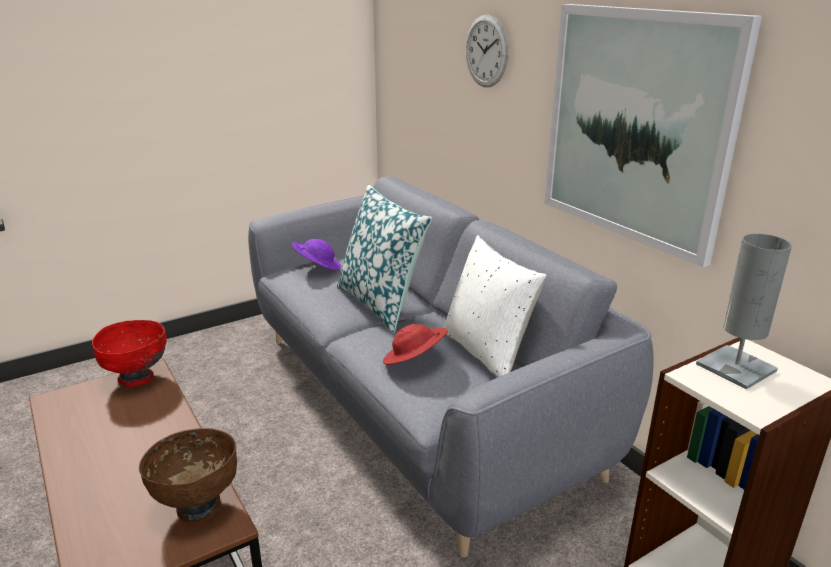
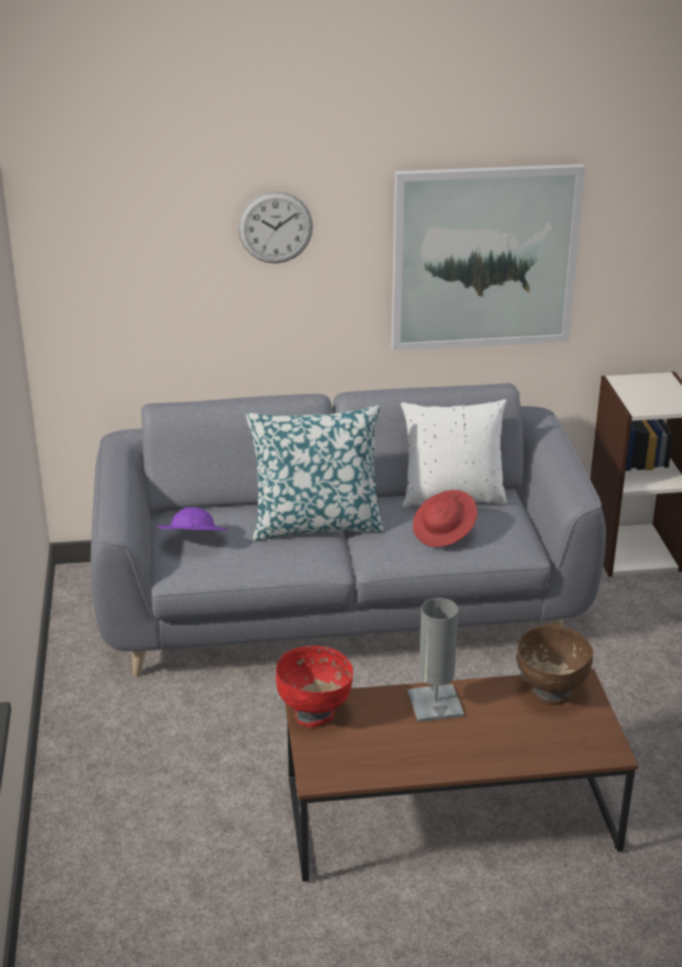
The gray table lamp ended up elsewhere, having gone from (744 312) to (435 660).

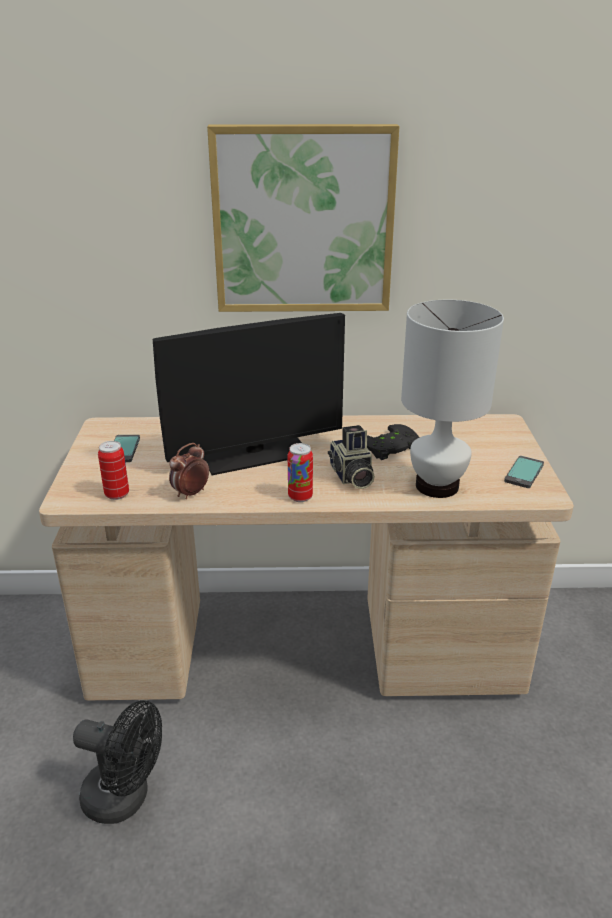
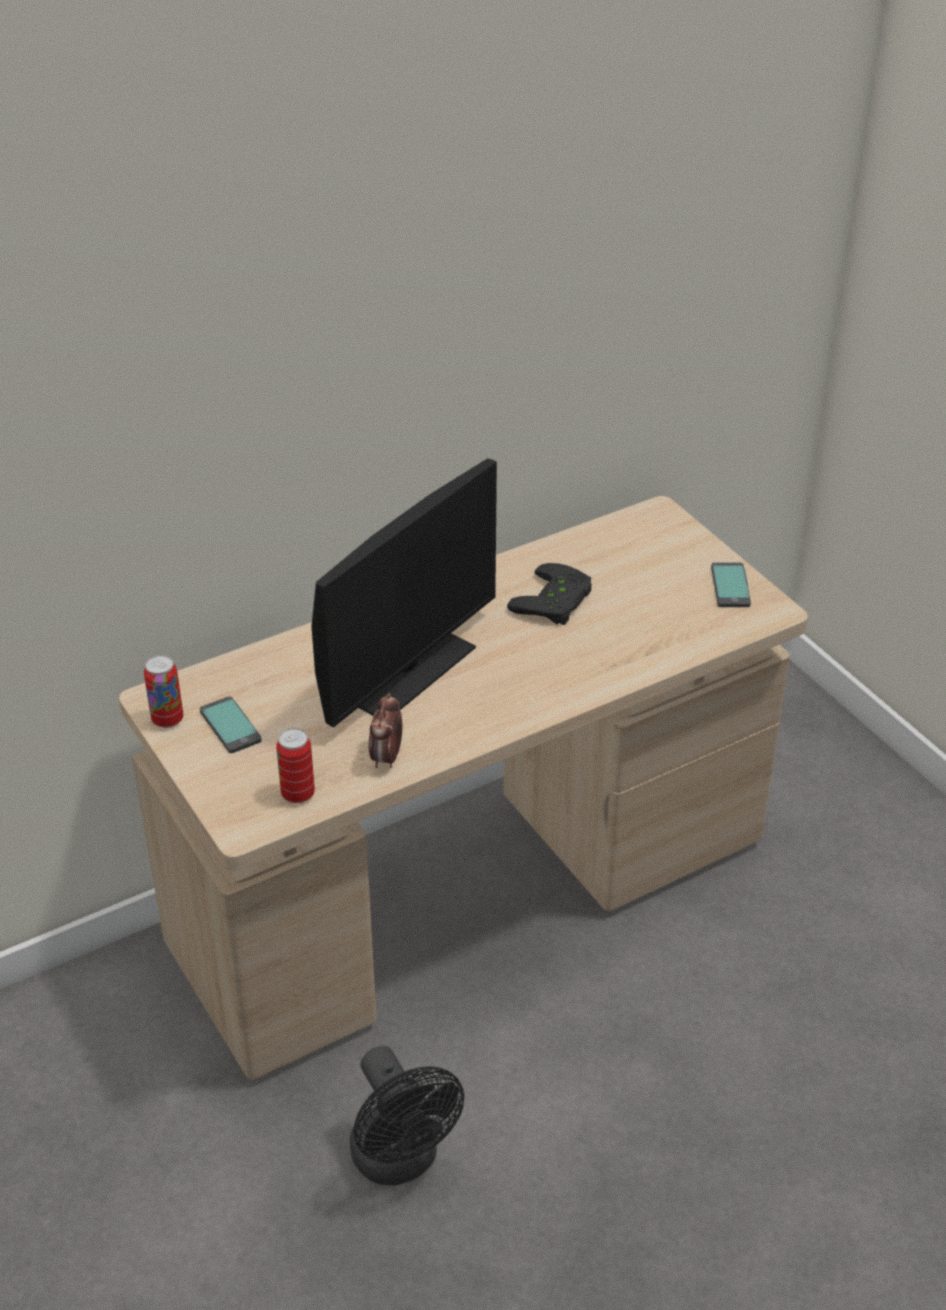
The second view lost the picture at (303 218).
The second view lost the whitish table lamp at (452 399).
The second view lost the photo camera at (351 457).
The can ended up elsewhere, having gone from (300 472) to (163 691).
The black cooling fan at (117 762) ended up facing another way, 75 degrees clockwise from before.

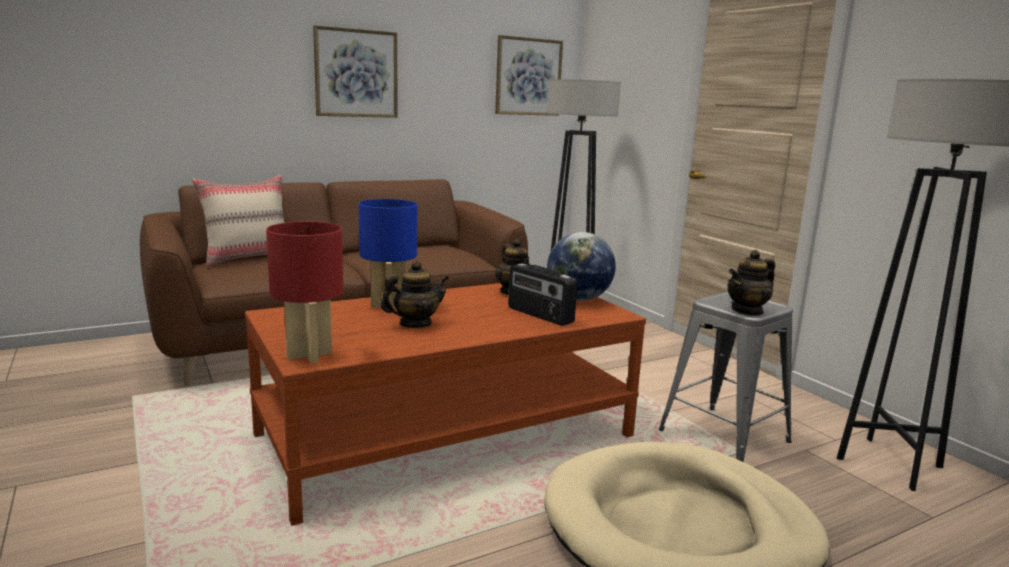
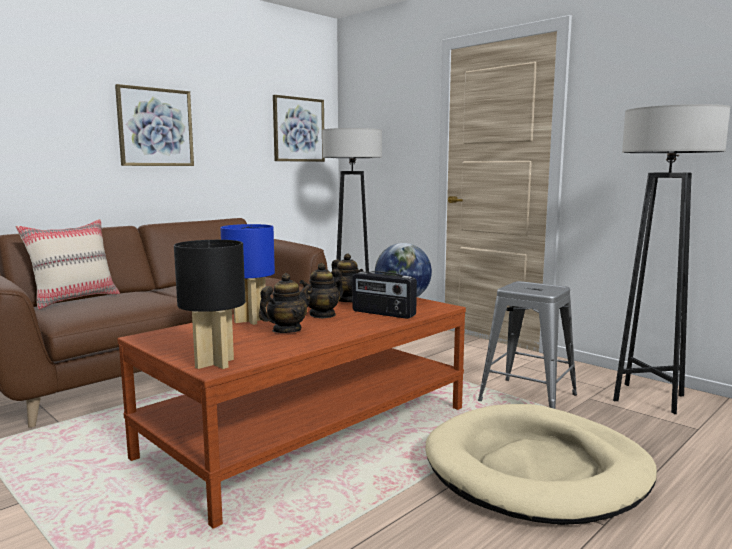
What was the red-coloured table lamp at (305 292) turned into the black table lamp at (209 304).
The pot for tea ended up elsewhere, having gone from (751 283) to (321 290).

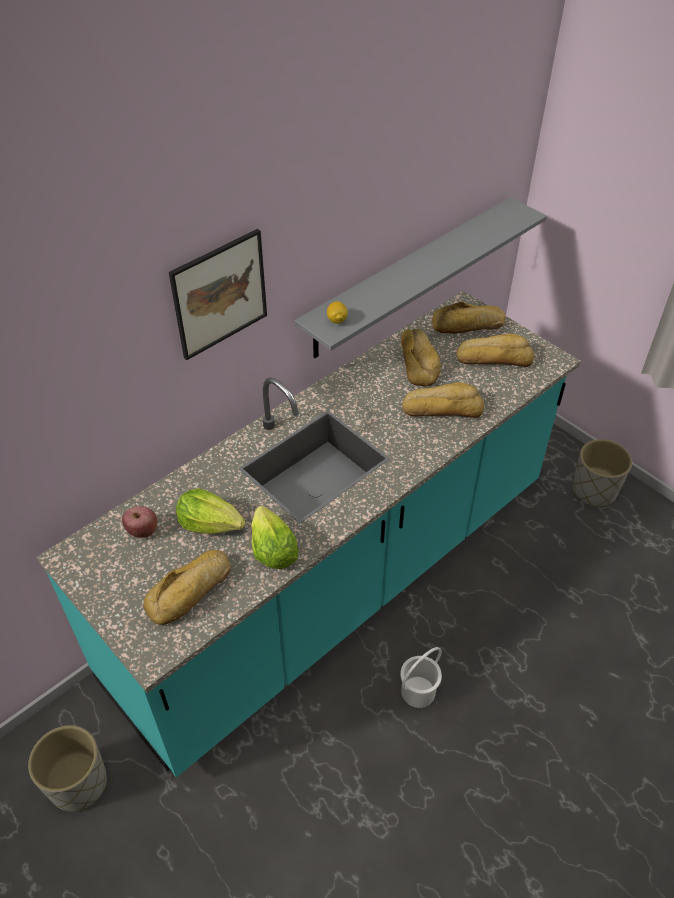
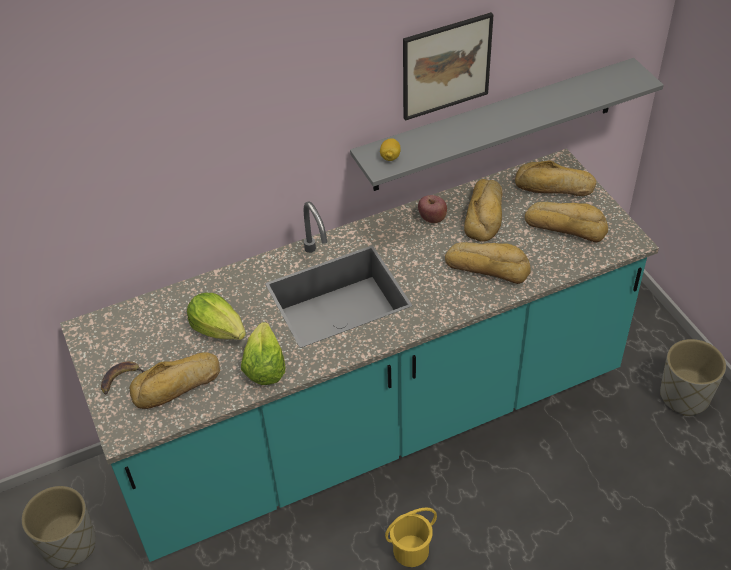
The picture ended up elsewhere, having gone from (218 294) to (448 66).
The apple fruit ended up elsewhere, having gone from (139 522) to (432 209).
What was the whitish bucket at (421 677) turned into the yellow-coloured bucket at (411 537).
The second view gained the banana fruit at (122 377).

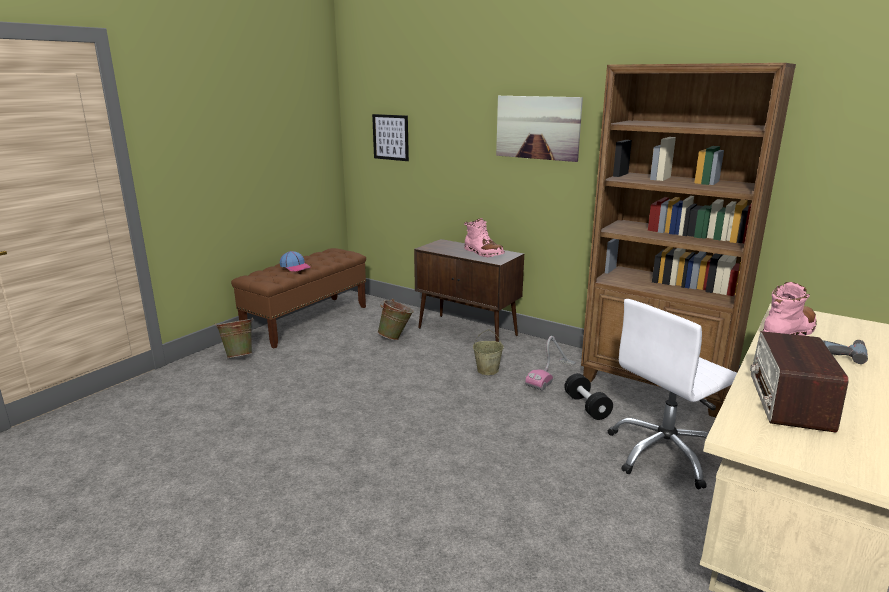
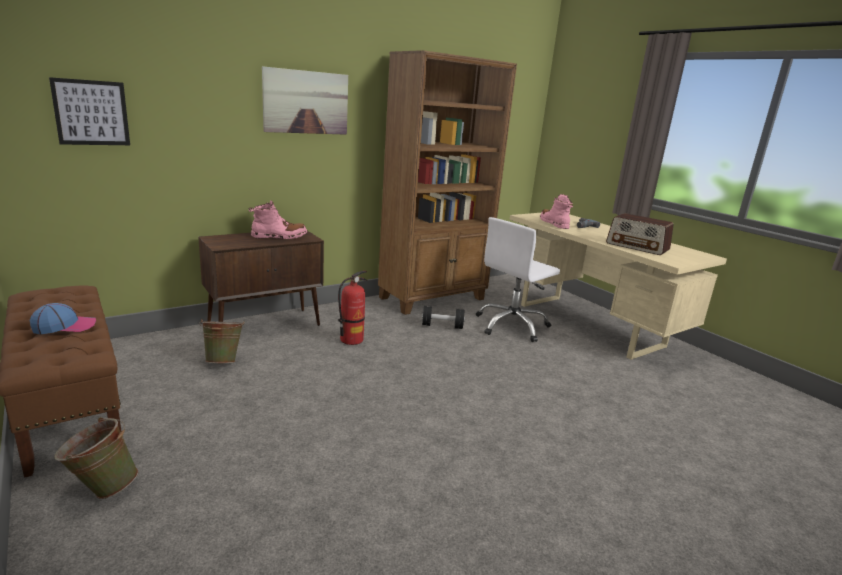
The whitish computer chair at (672 394) ended up facing another way, 60 degrees clockwise from before.
Where the sand-coloured bucket stood at (488 352), the extinguisher came to stand at (353 308).
The second view lost the vacuum cleaner at (550 363).

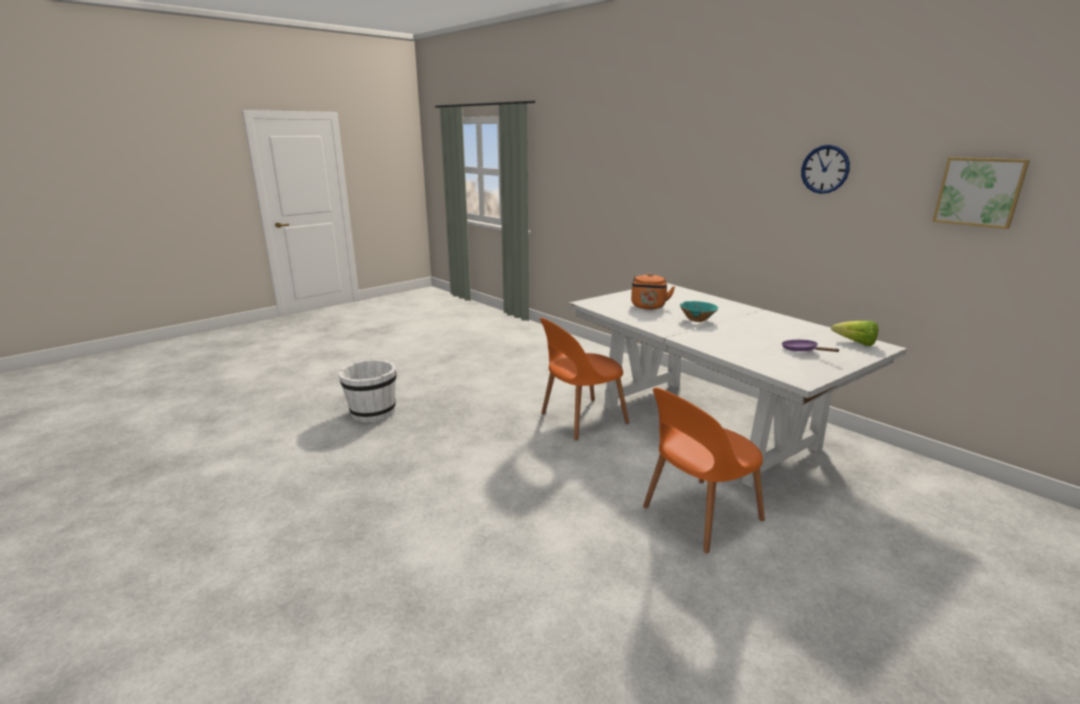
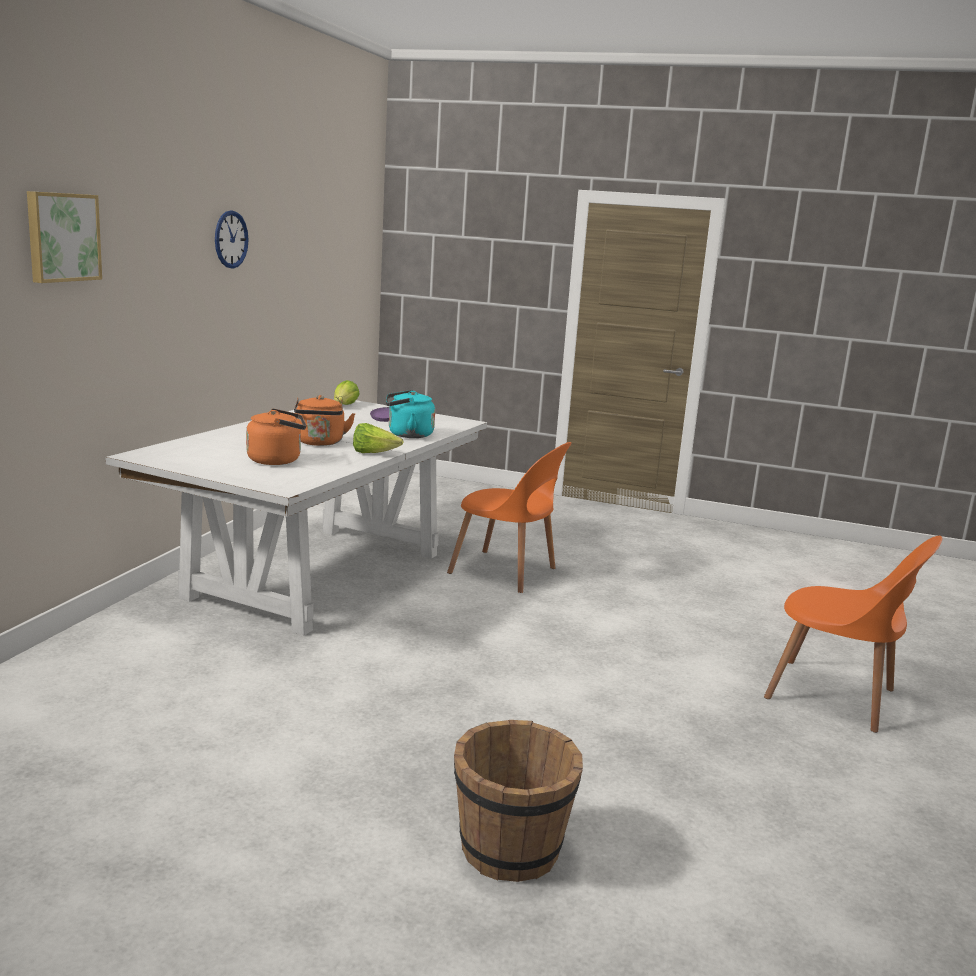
The picture ended up elsewhere, having gone from (981 193) to (64 237).
Where the turquoise-coloured bowl stood at (699 311), the orange-coloured water kettle came to stand at (325 420).
The orange-coloured upright chair ended up elsewhere, having gone from (584 379) to (853 634).
What was the whitish bucket at (367 391) turned into the brownish bucket at (518 801).
The second view gained the turquoise-coloured water kettle at (410 414).
The second view gained the lettuce head at (378 438).

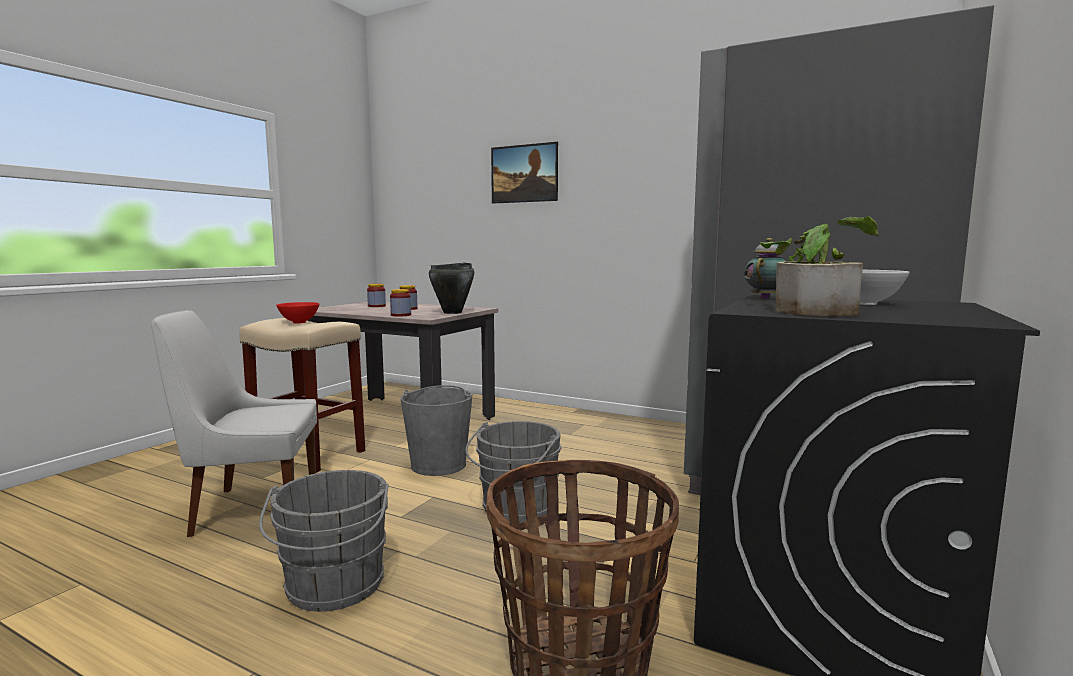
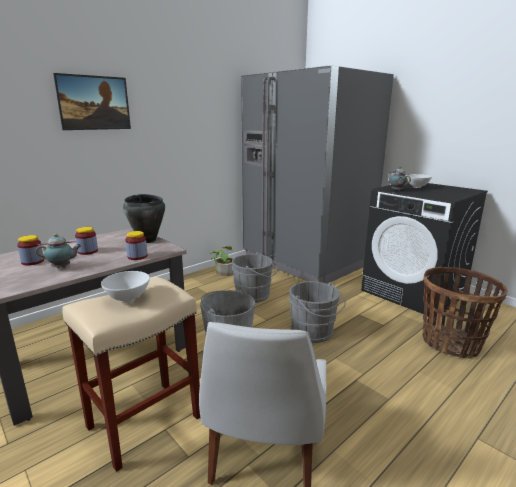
The houseplant ended up elsewhere, having gone from (819 266) to (221 261).
What was the red-coloured bowl at (298 313) turned into the whitish bowl at (125 287).
The gray bucket ended up elsewhere, having gone from (324 541) to (254 277).
The second view gained the pot for tea at (58 251).

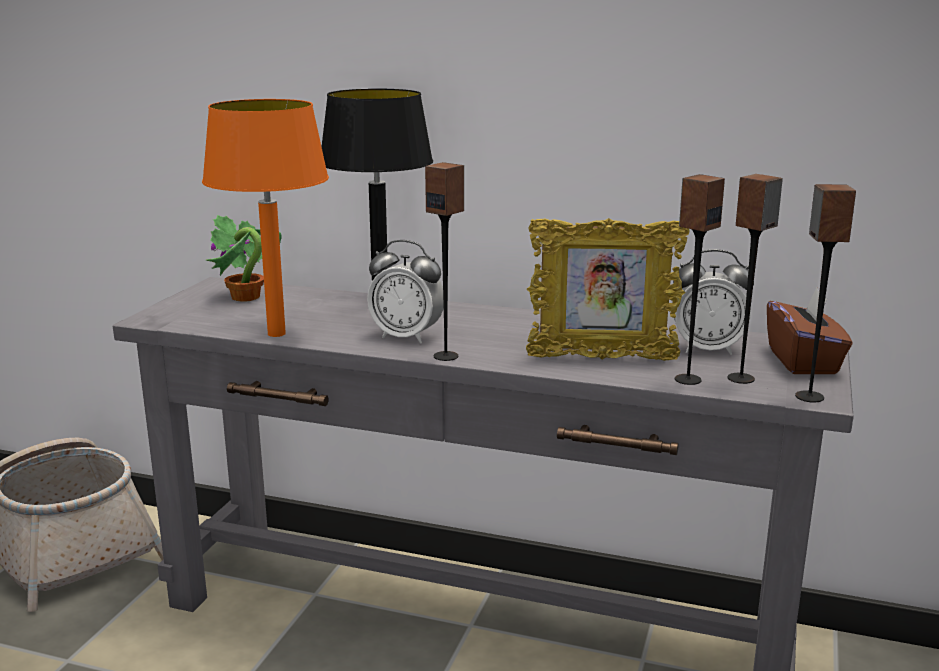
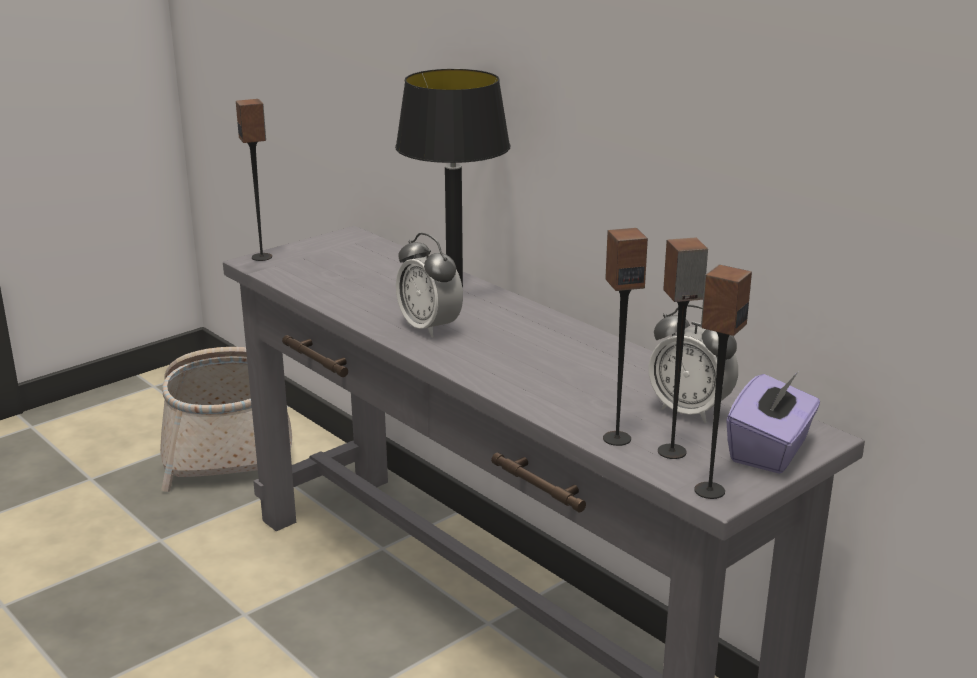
The second view lost the orange-coloured table lamp at (265 218).
The audio speaker ended up elsewhere, having gone from (444 261) to (254 180).
The second view lost the houseplant at (244 258).
The second view lost the picture frame at (608 289).
What was the brownish tissue box at (809 331) turned into the purple tissue box at (773 423).

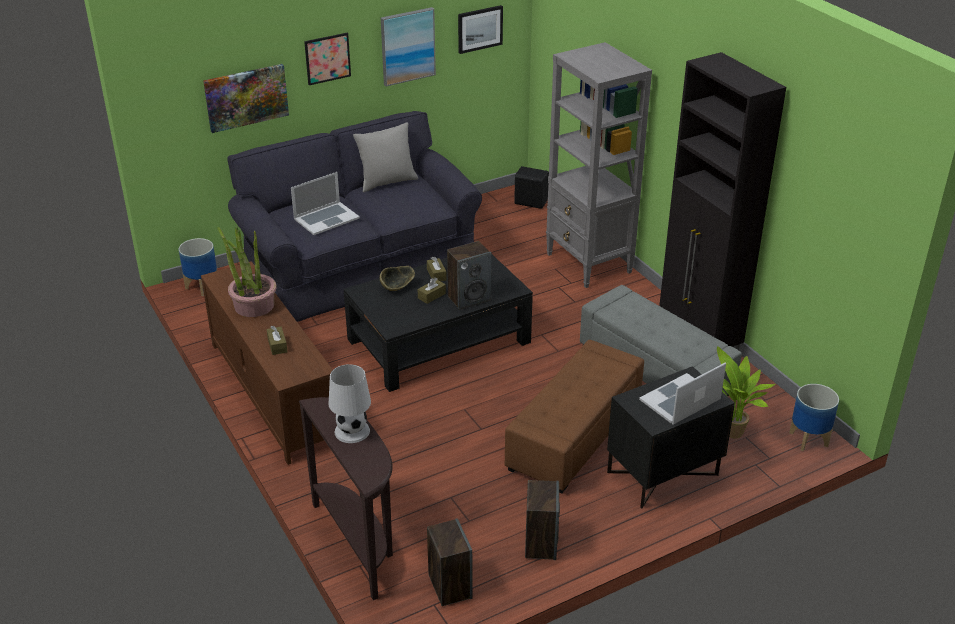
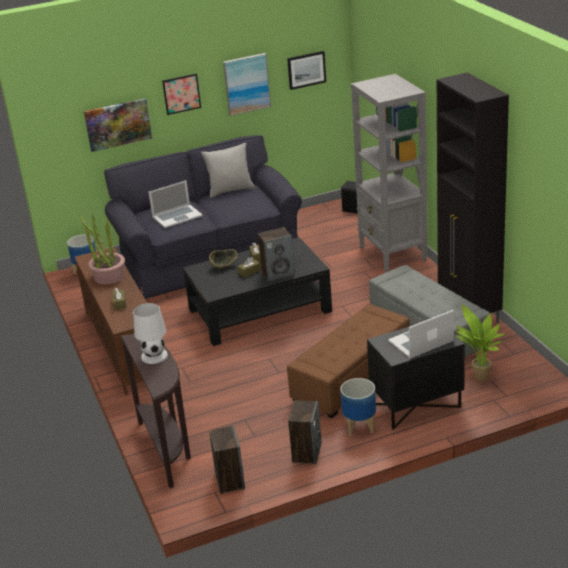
The planter ended up elsewhere, having gone from (814 417) to (358 407).

